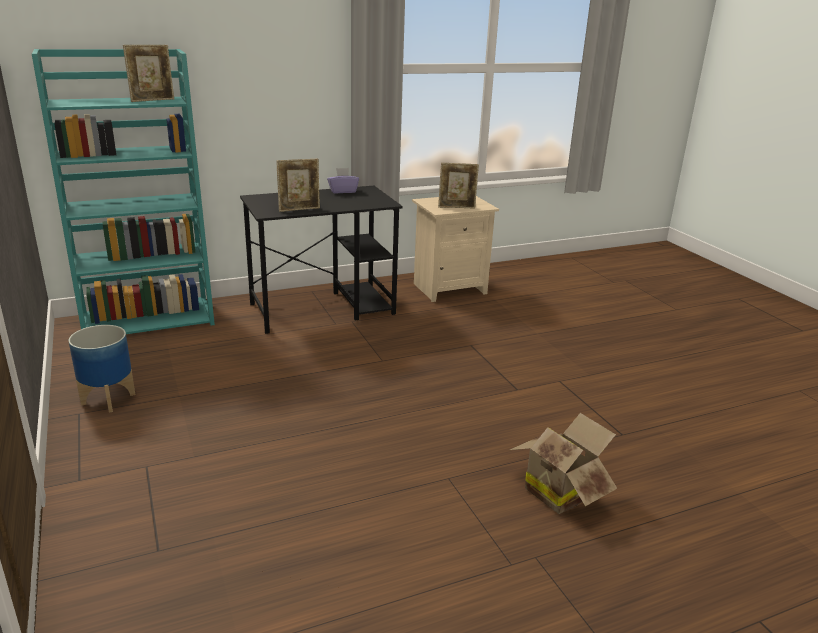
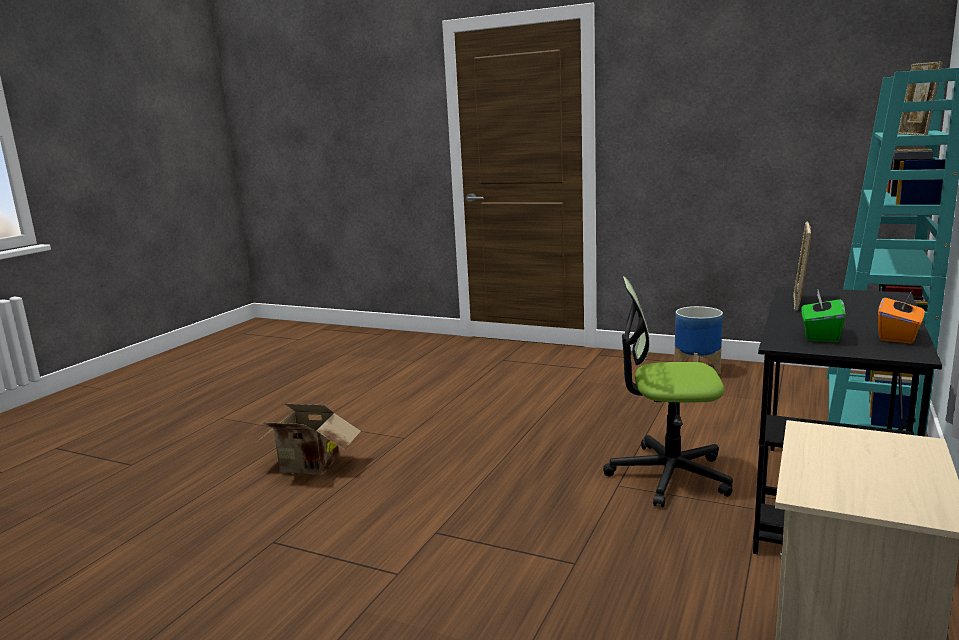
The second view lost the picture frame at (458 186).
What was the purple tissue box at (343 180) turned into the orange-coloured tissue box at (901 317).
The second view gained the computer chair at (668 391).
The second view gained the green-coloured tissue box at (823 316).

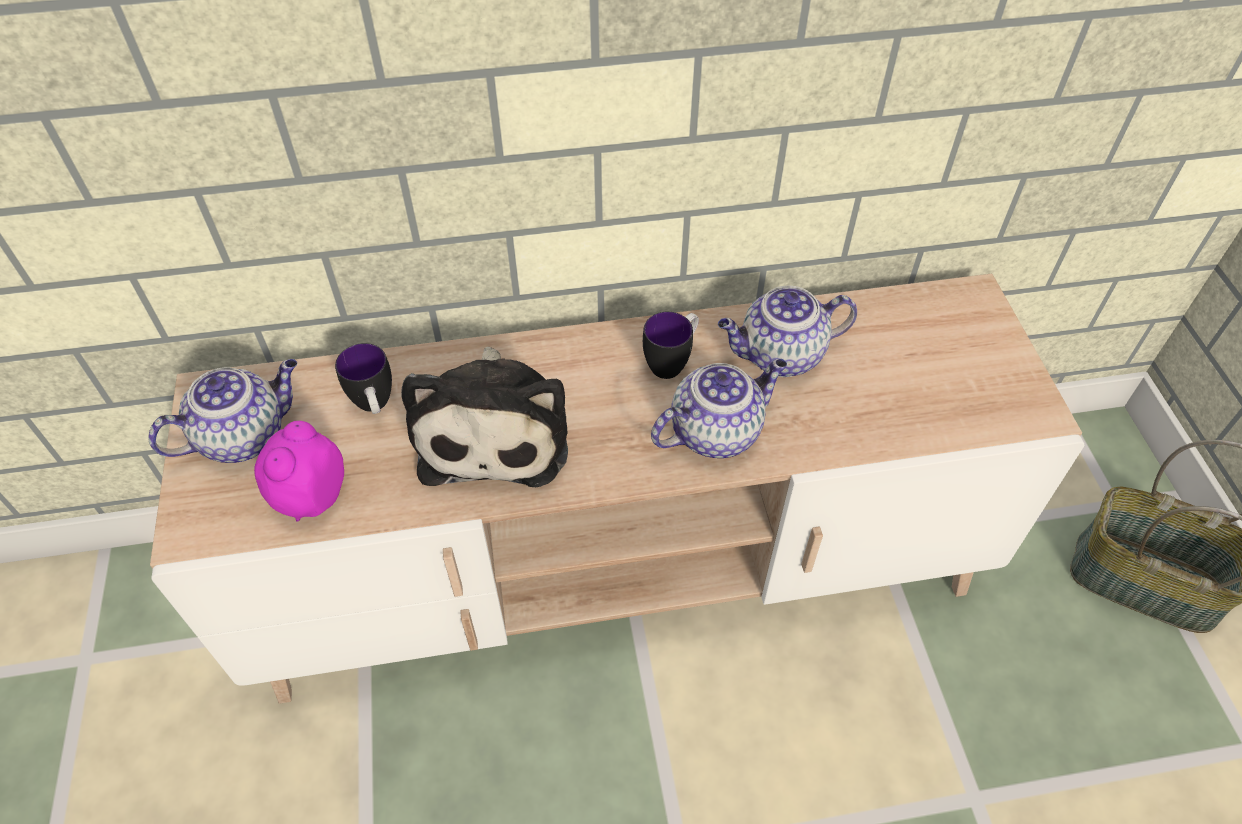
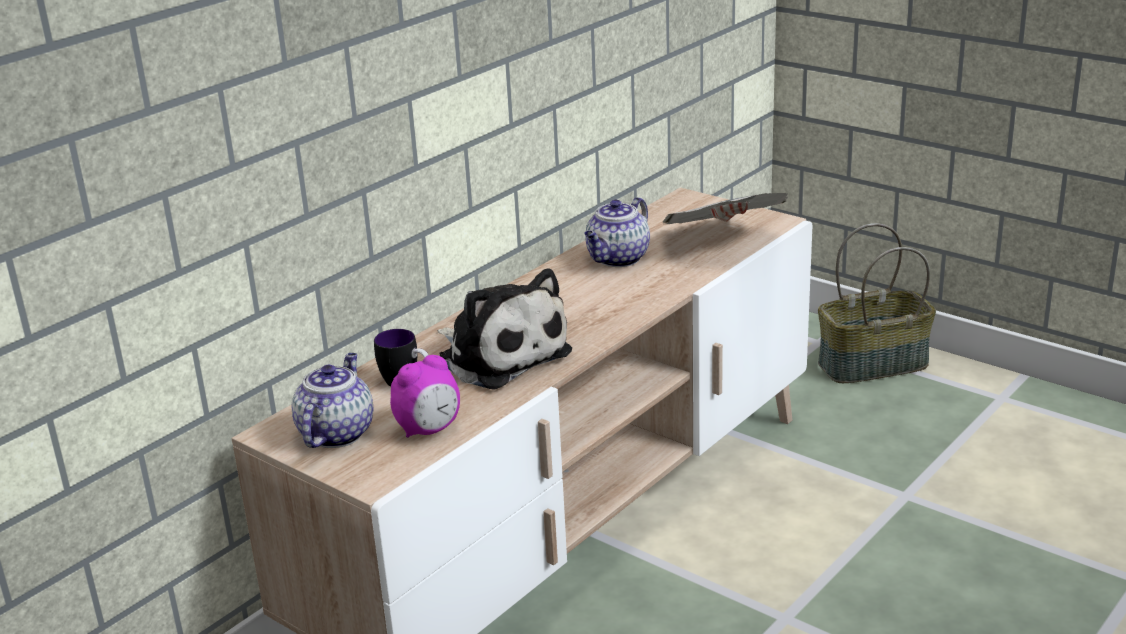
The second view lost the coffee mug at (671 345).
The second view lost the pot for tea at (719 408).
The bedside clock at (299 471) ended up facing another way, 105 degrees counterclockwise from before.
The second view gained the daily paper at (724 208).

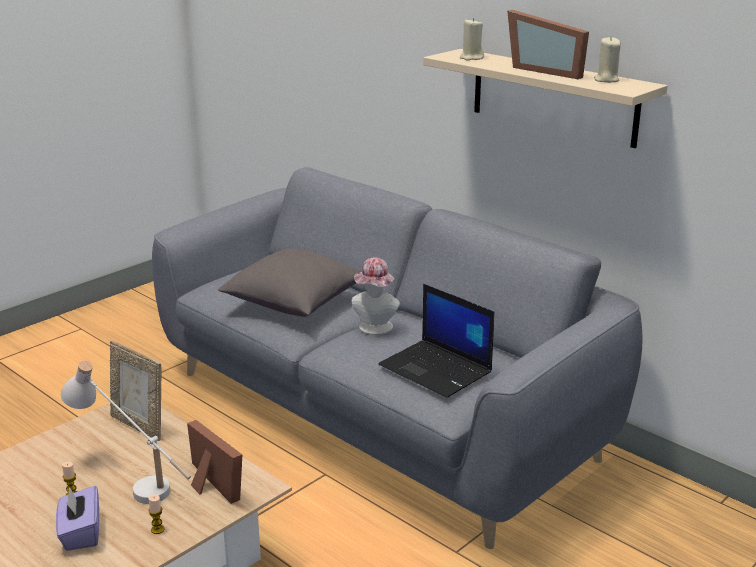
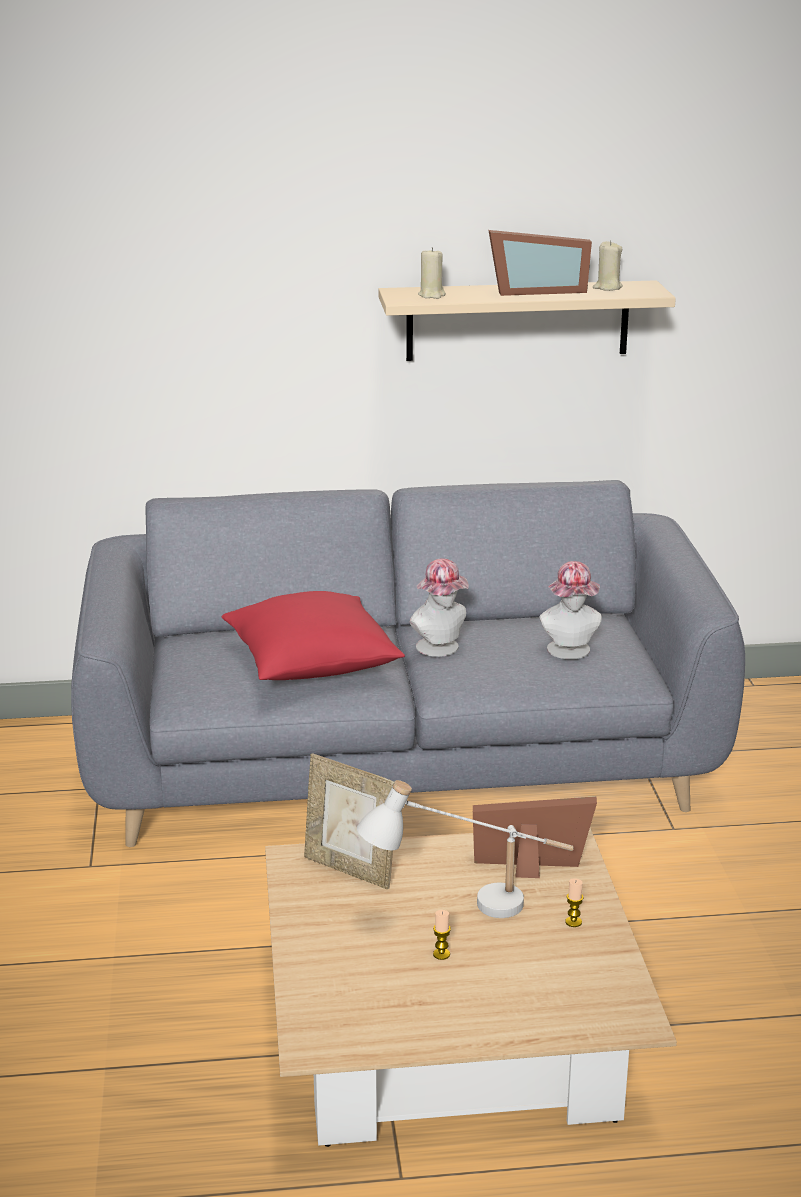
What was the gray cushion at (289 283) turned into the red-coloured cushion at (313 635).
Where the laptop stood at (436 341), the wearable hat came to stand at (570 610).
The picture frame at (136 390) ended up facing another way, 45 degrees clockwise from before.
The second view lost the purple tissue box at (77 518).

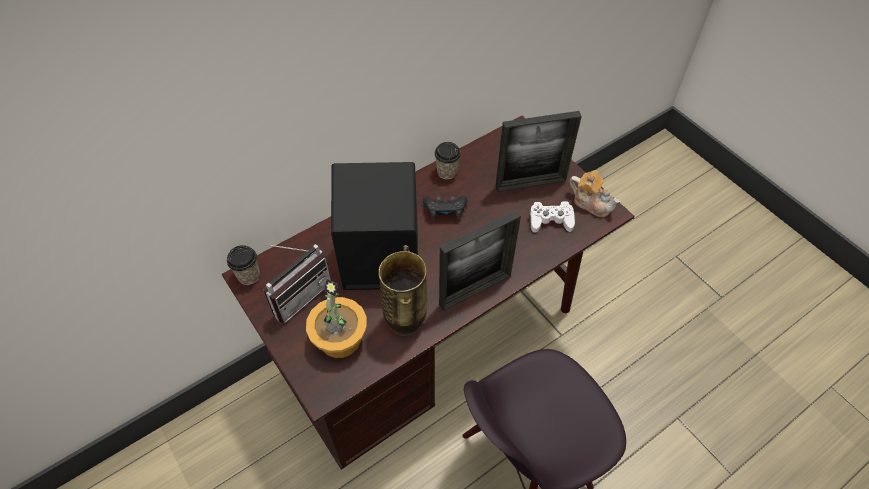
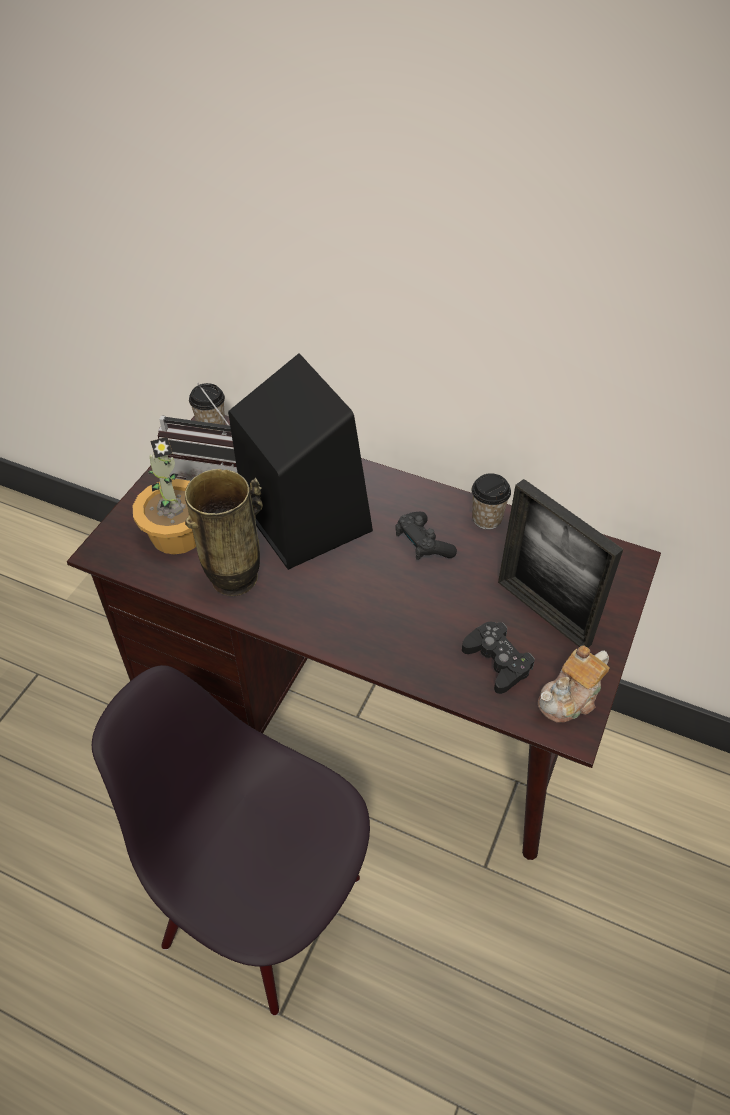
The pot for tea at (595 193) ended up facing another way, 45 degrees clockwise from before.
What was the whitish gamepad at (552 217) turned into the black gamepad at (498 658).
The second view lost the picture frame at (480 260).

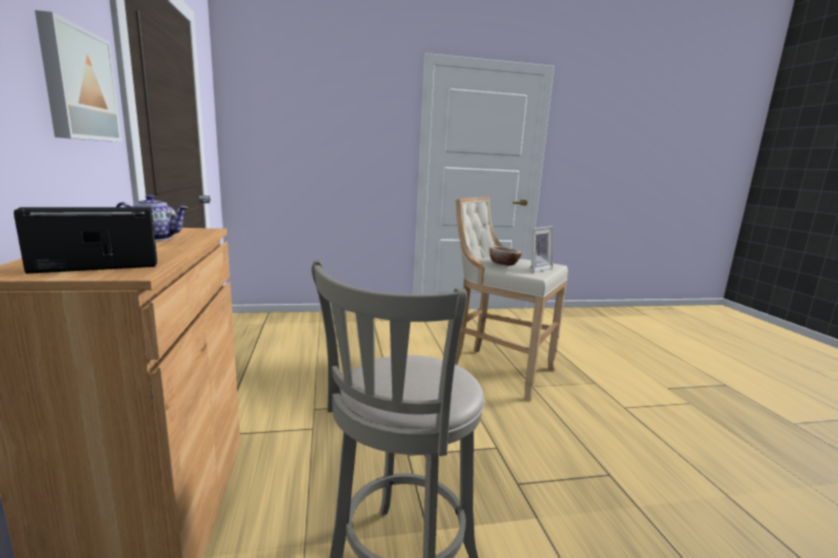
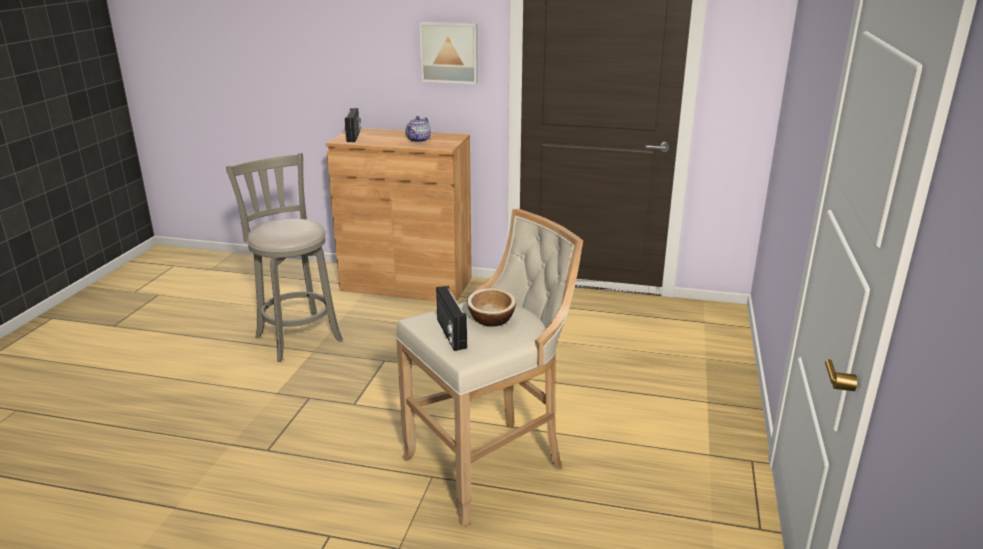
Where the picture frame stood at (542 249), the radio receiver came to stand at (451 318).

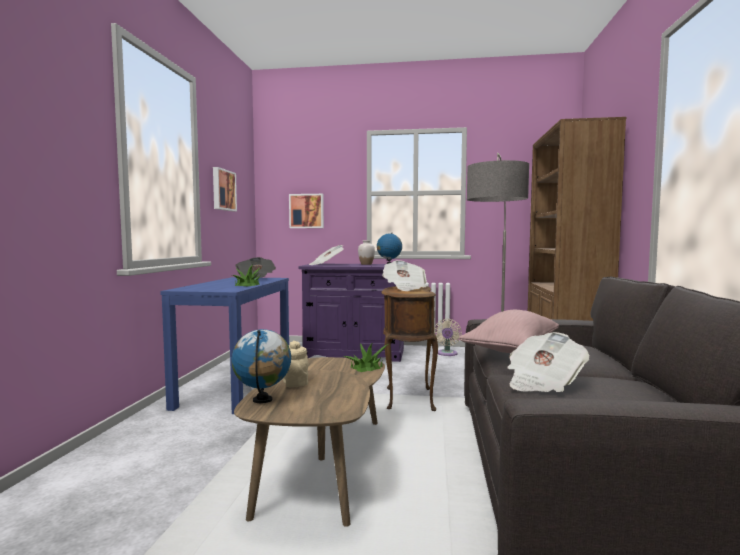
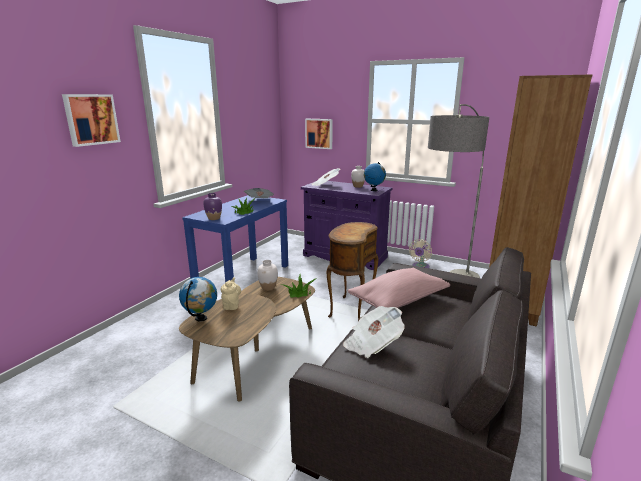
The picture ended up elsewhere, having gone from (225 189) to (91 120).
The second view lost the daily paper at (404 275).
The second view gained the purple vase at (212 206).
The second view gained the whitish vase at (267 275).

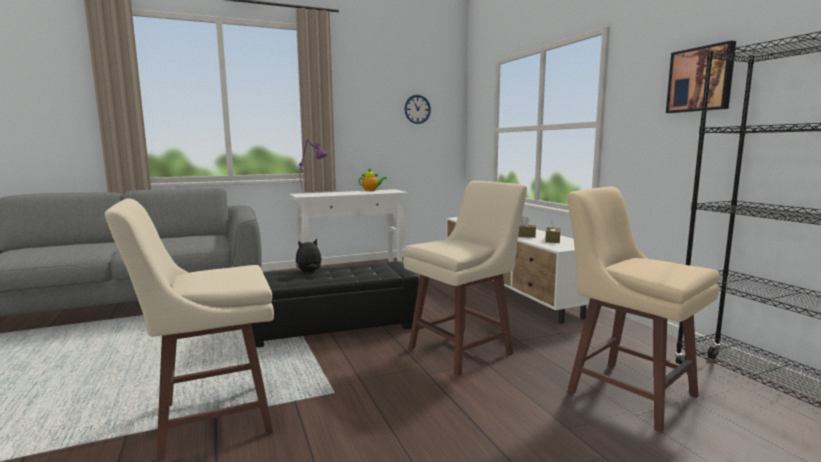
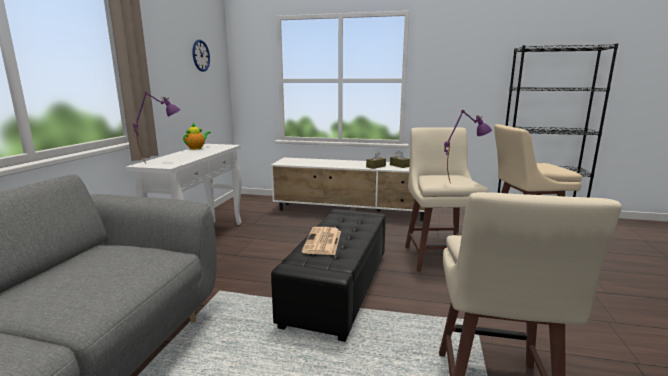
The second view lost the picture at (701 77).
Where the soft toy stood at (308 255), the daily paper came to stand at (321 241).
The second view gained the purple table lamp at (468 147).

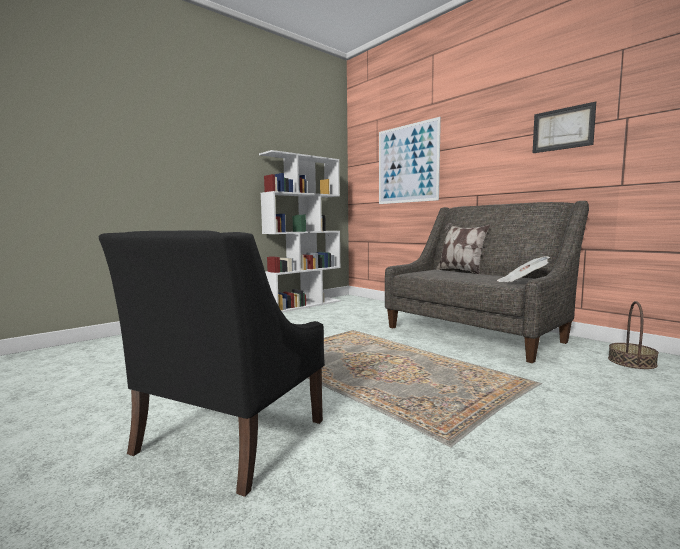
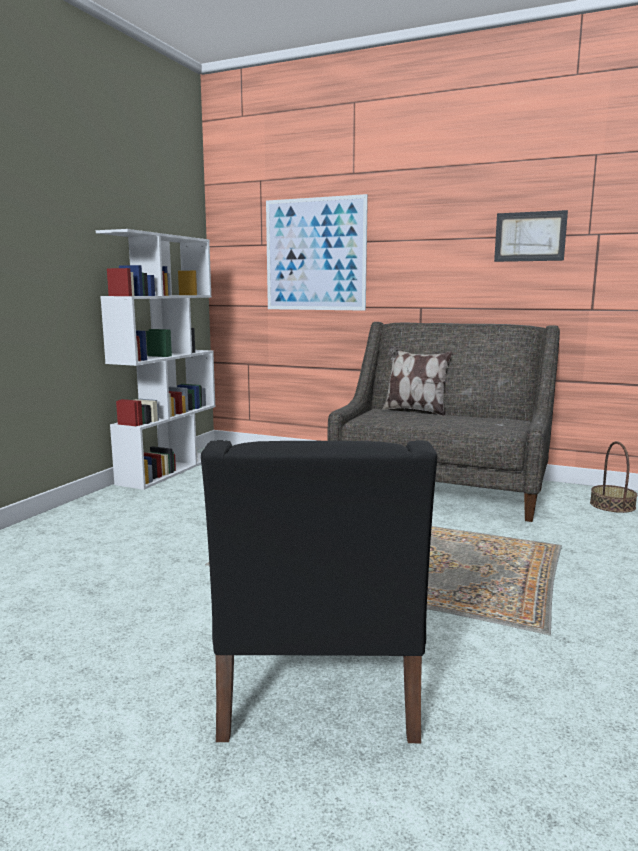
The second view lost the daily paper at (523 269).

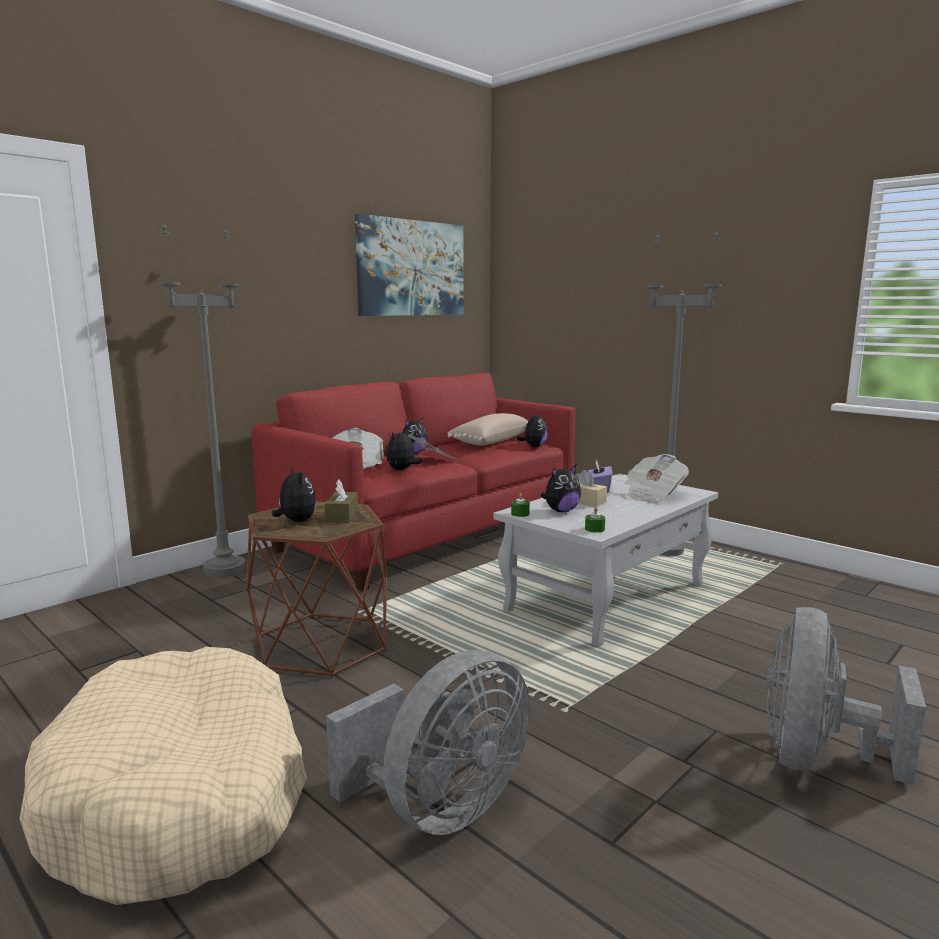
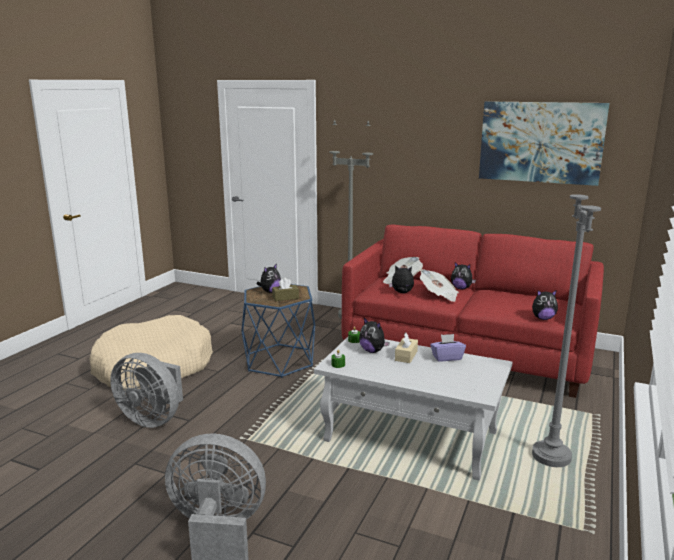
The second view lost the sand-coloured cushion at (488 429).
The second view lost the daily paper at (657 477).
What was the brownish accent table at (316 589) turned into the blue accent table at (278 331).

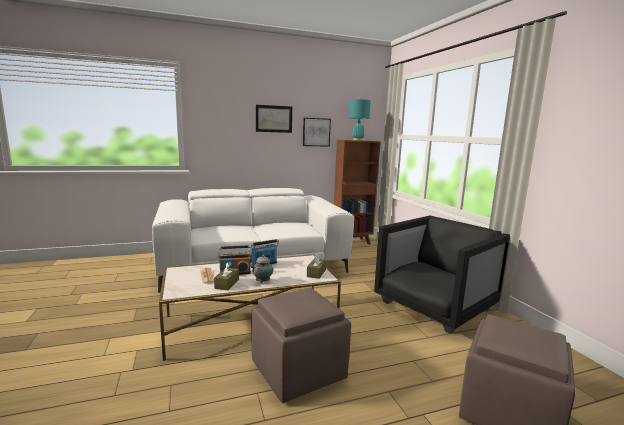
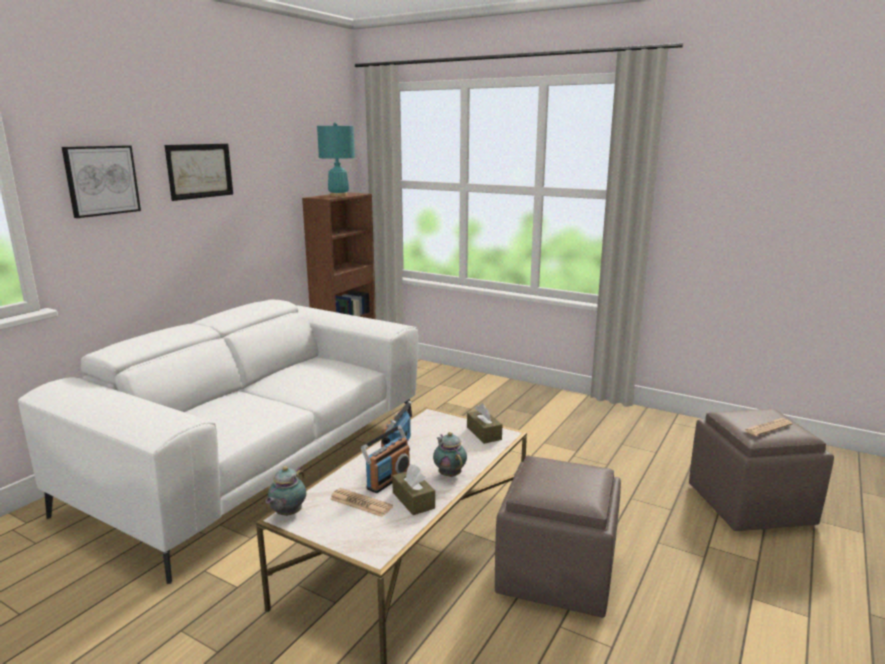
The picture ended up elsewhere, having gone from (317 132) to (101 181).
The second view lost the black easy chair at (442 275).
The second view gained the daily paper at (768 427).
The second view gained the pot for tea at (285 491).

